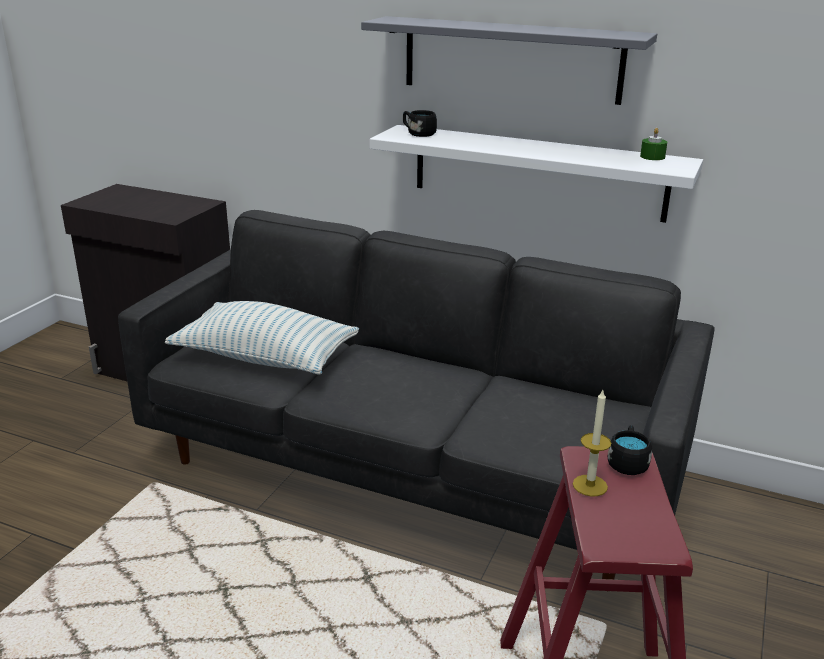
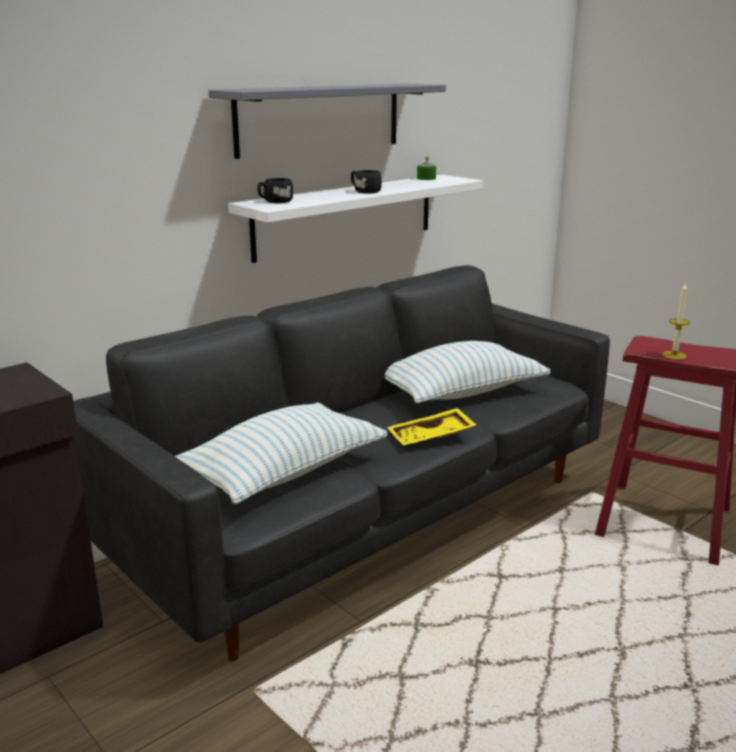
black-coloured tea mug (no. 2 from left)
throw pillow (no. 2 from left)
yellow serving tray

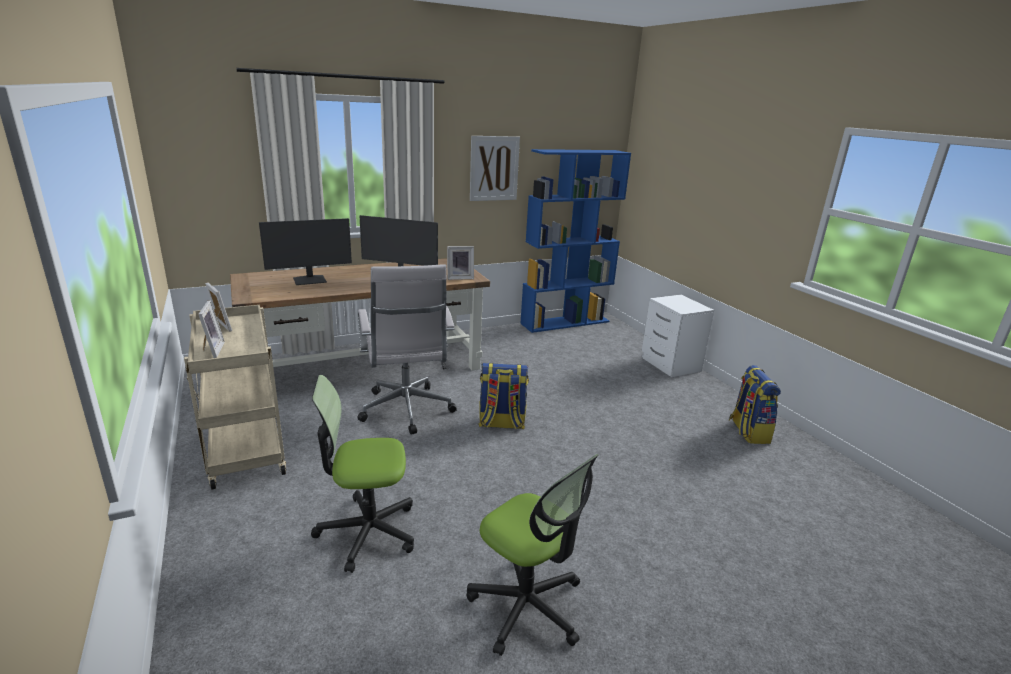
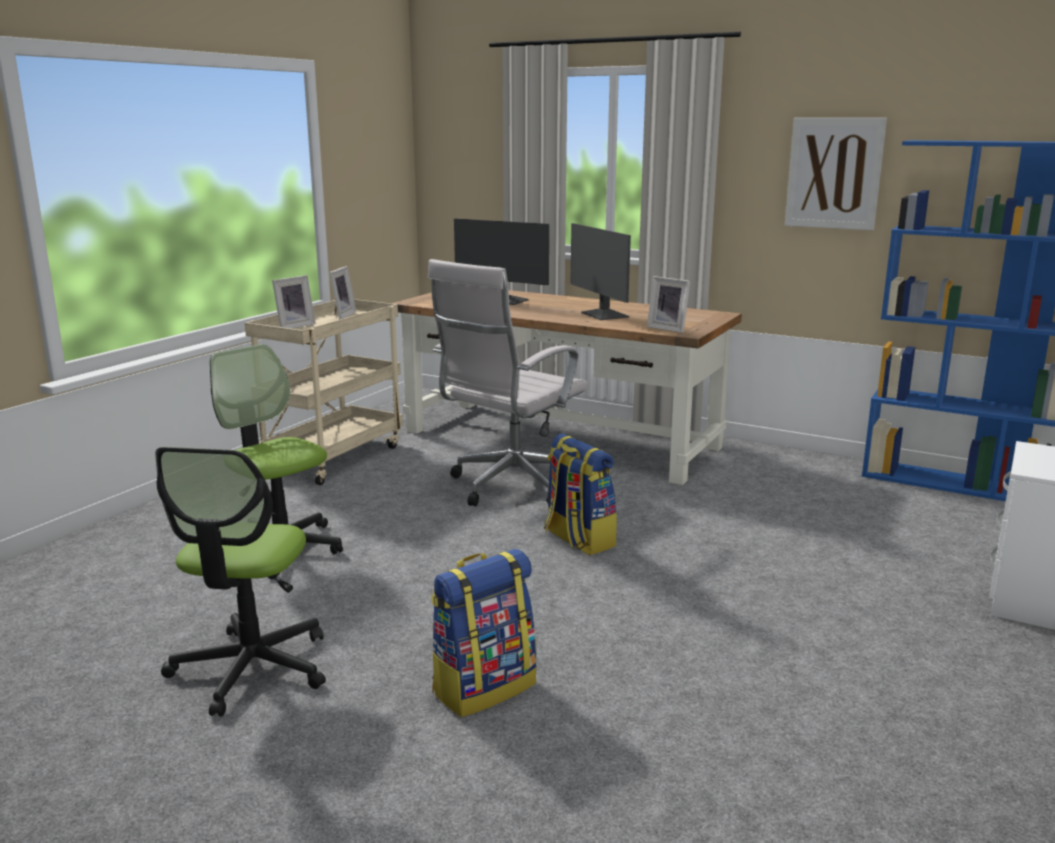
backpack (no. 1 from left)

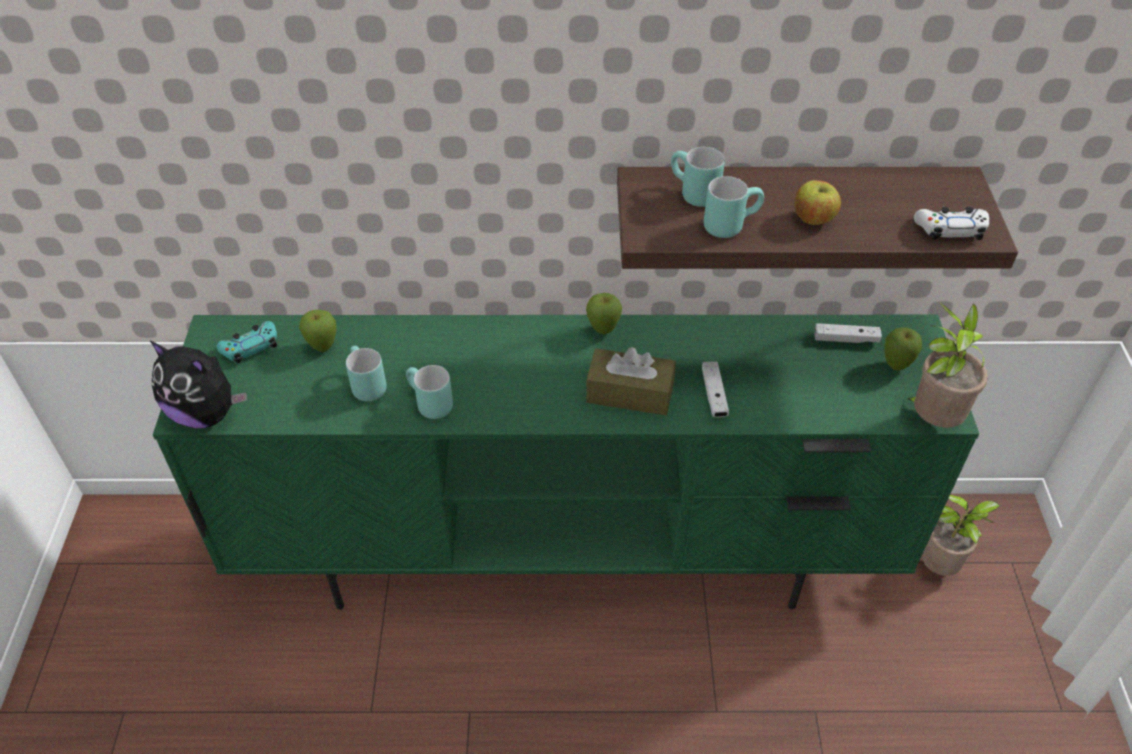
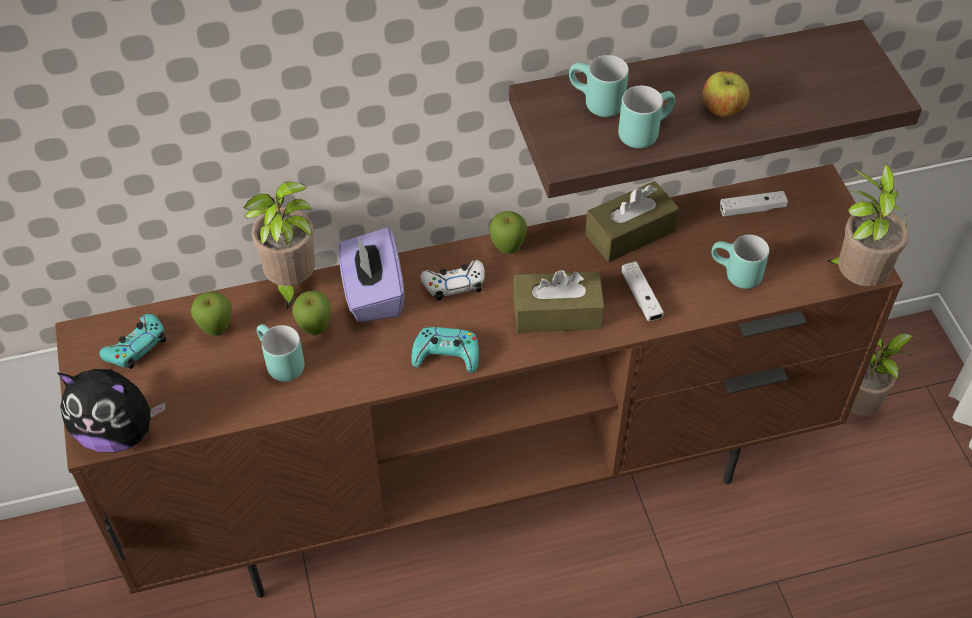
brown media console
turquoise tea mug (no. 4 from left)
apple fruit (no. 2 from left)
white joypad (no. 1 from left)
plant in a pot (no. 1 from left)
purplish box of tissues
turquoise joypad (no. 2 from left)
brown box of tissues (no. 2 from left)

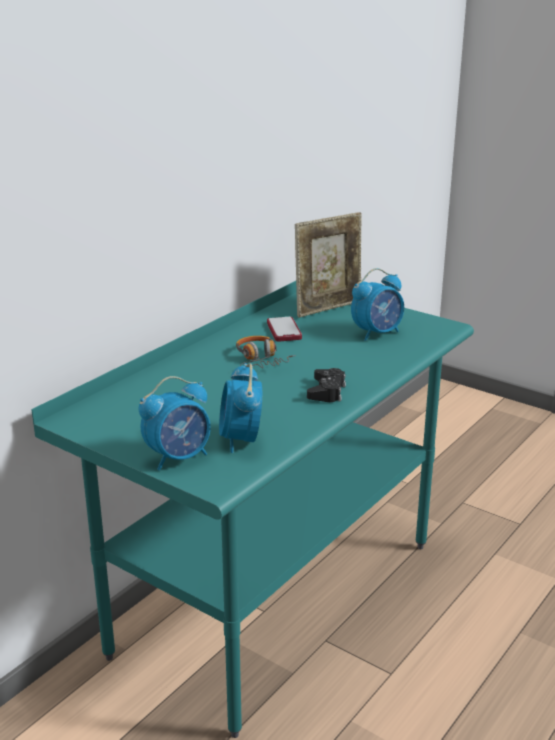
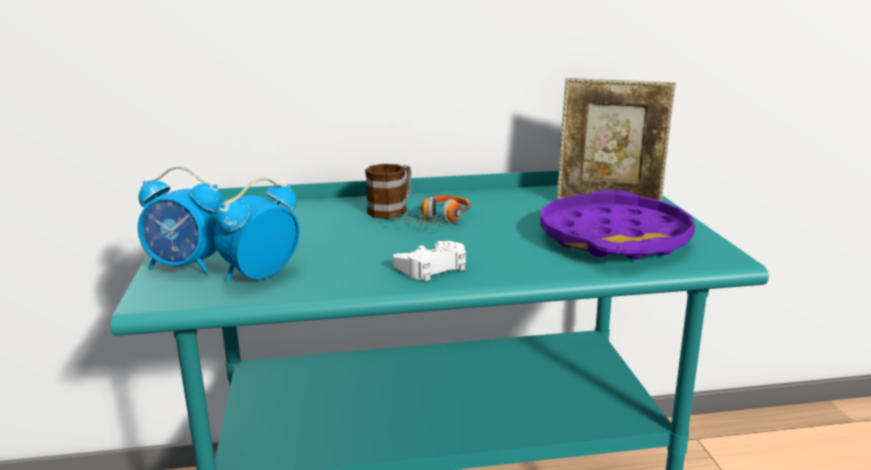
telephone
white joypad
purplish serving tray
tea mug

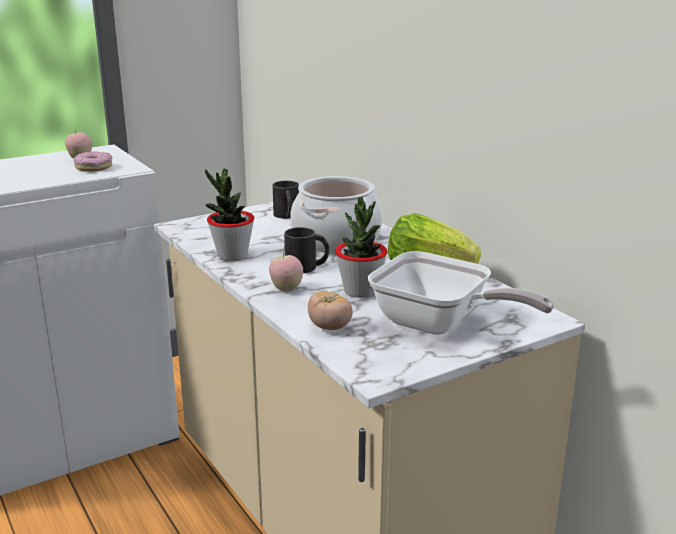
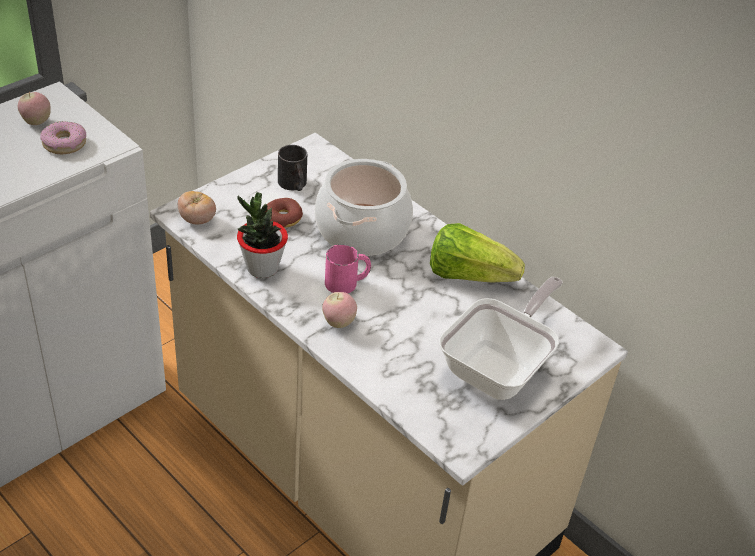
pinkish tea mug
whole tomato
plant in a pot (no. 2 from left in the first image)
frying pan
donut (no. 2 from left)

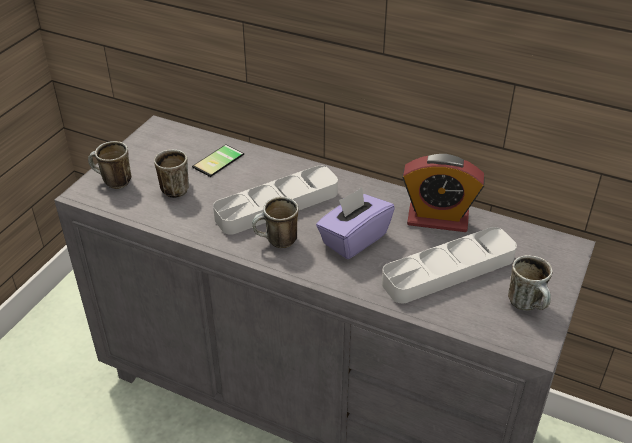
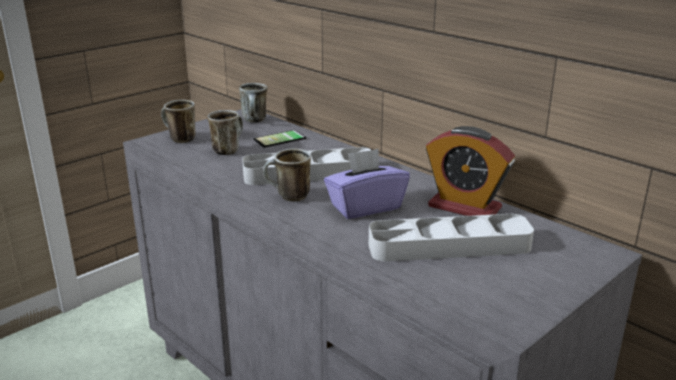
tea mug (no. 3 from left)

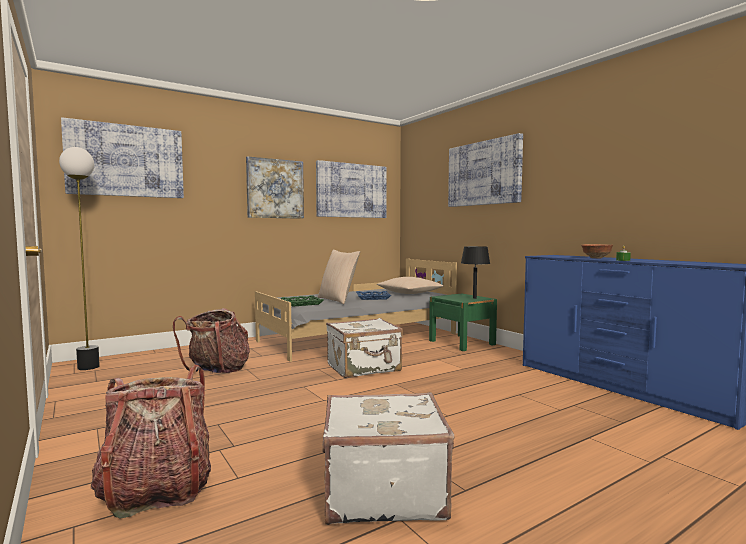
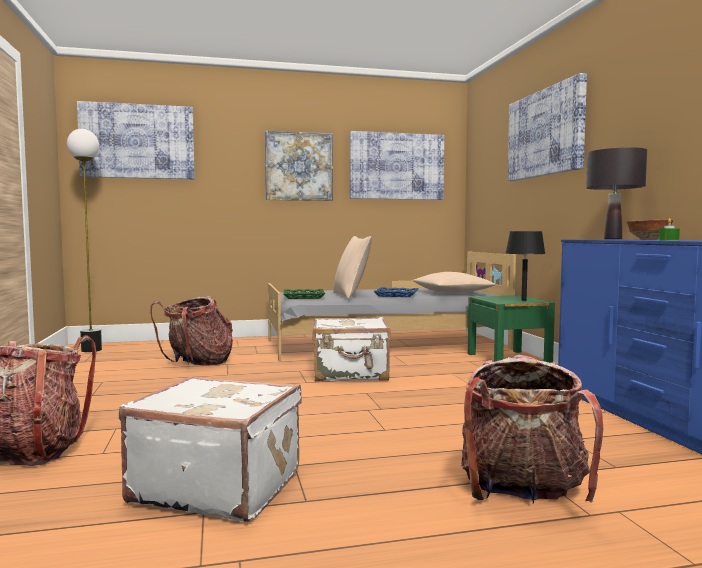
backpack (no. 3 from left)
black-coloured lamp for a table (no. 2 from left)

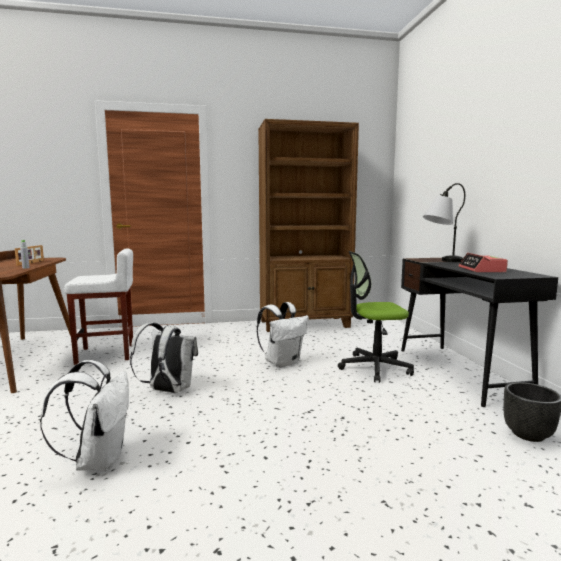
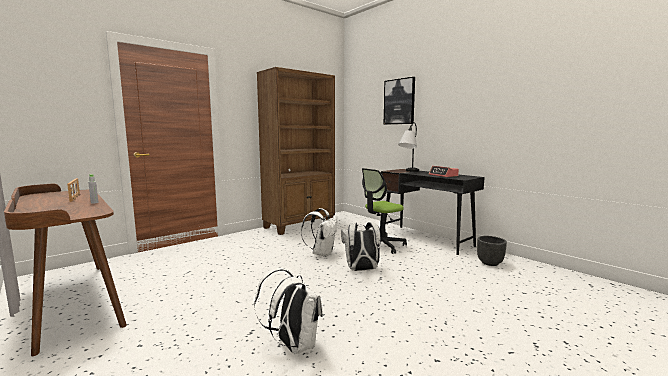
white stool
white backpack (no. 3 from left)
wall art

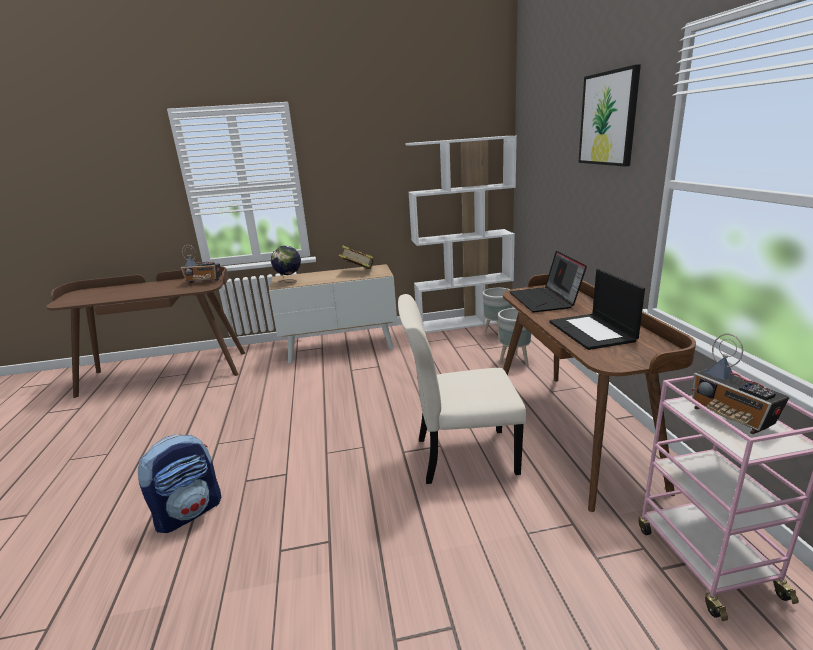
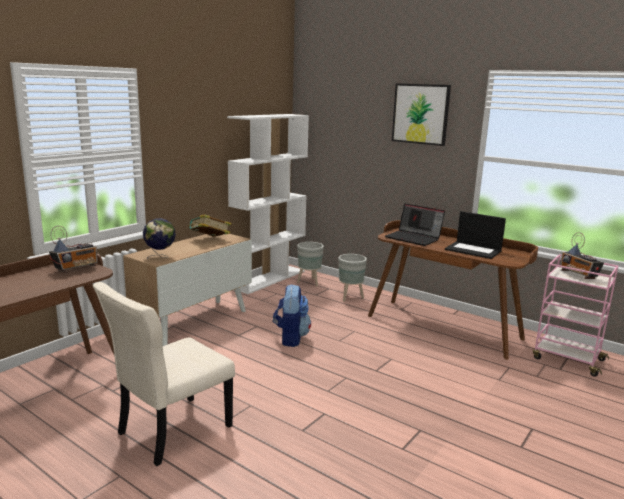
backpack
beige-coloured upright chair
radio set (no. 2 from left)

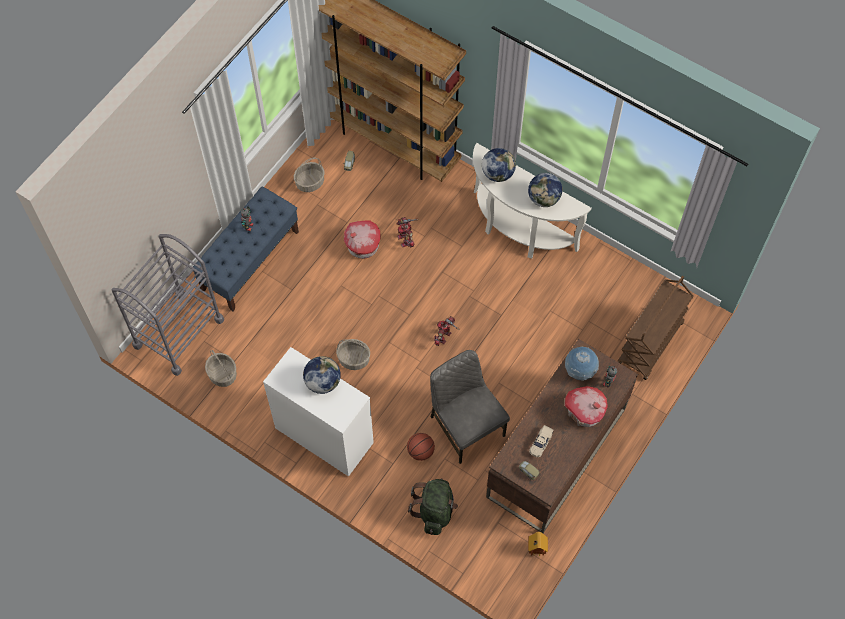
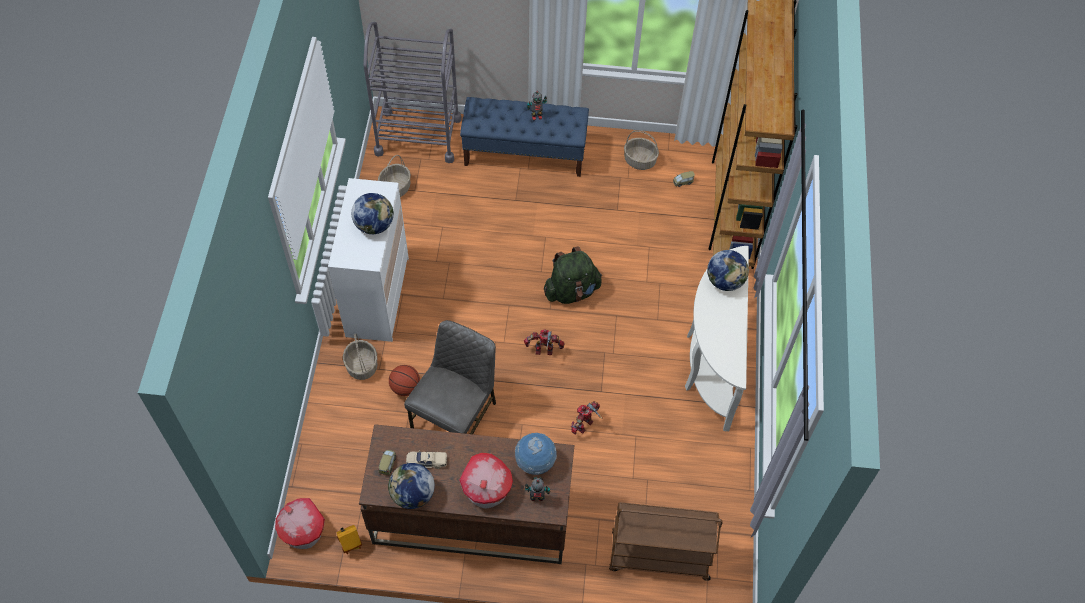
household basket (no. 1 from left)
miniature house (no. 1 from left)
toy robot (no. 4 from left)
greenish backpack
desk globe (no. 2 from left)

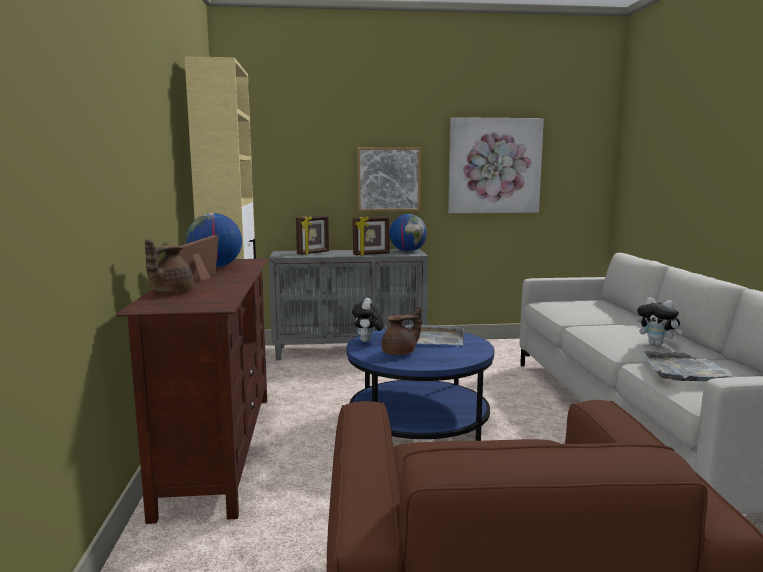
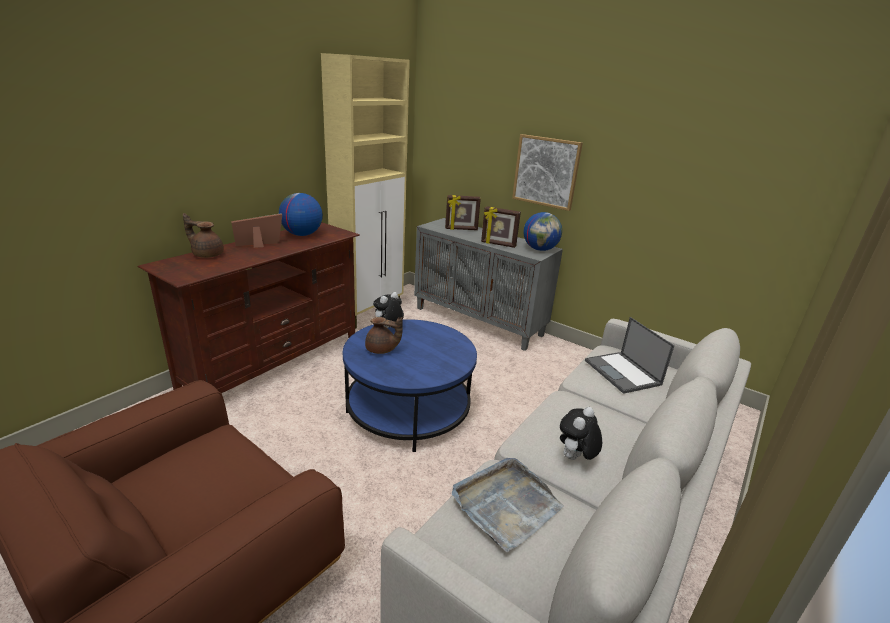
brown pot for tea (no. 1 from left)
gray serving tray (no. 1 from left in the first image)
wall art (no. 2 from left in the first image)
cuddly toy (no. 2 from left)
portable computer

